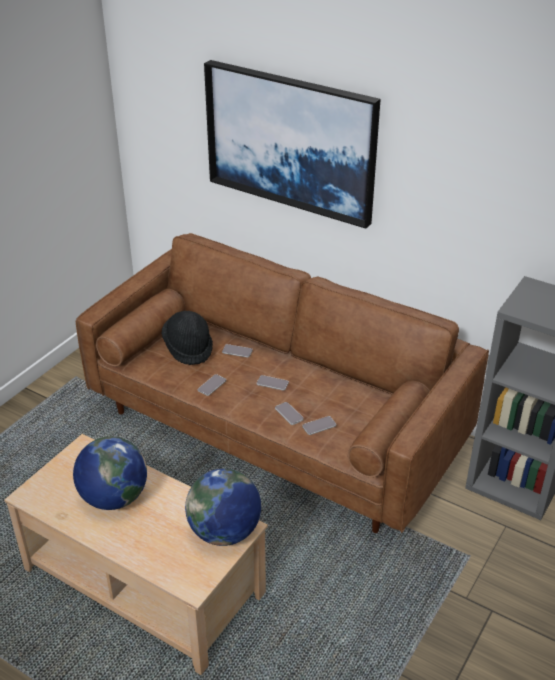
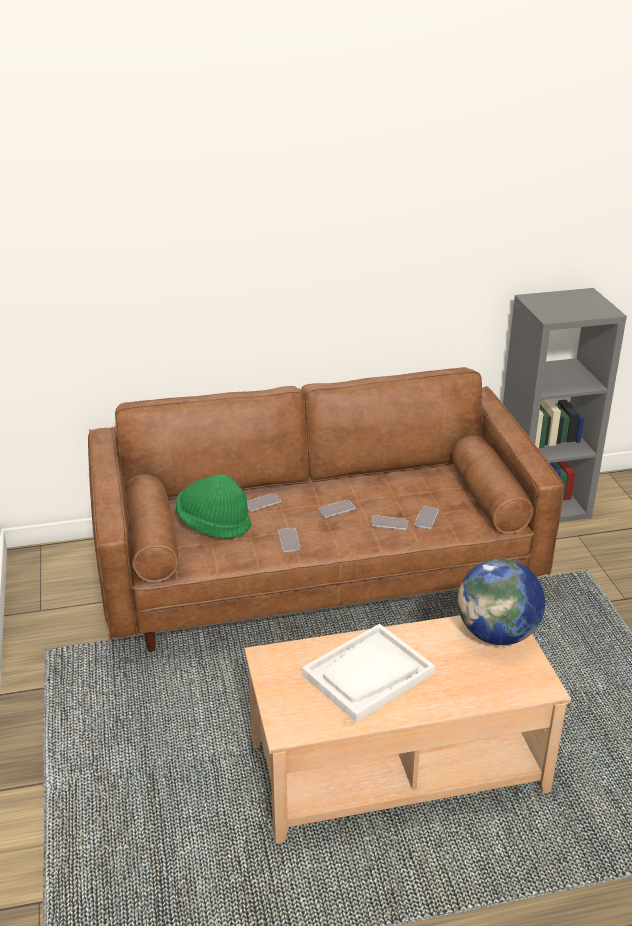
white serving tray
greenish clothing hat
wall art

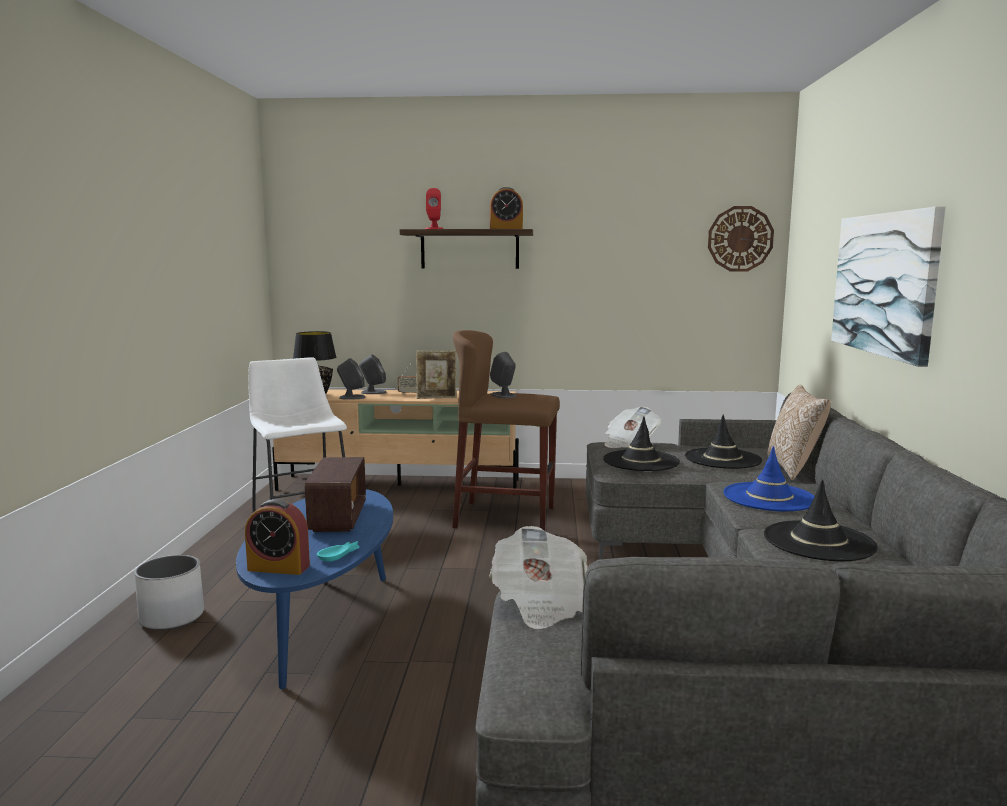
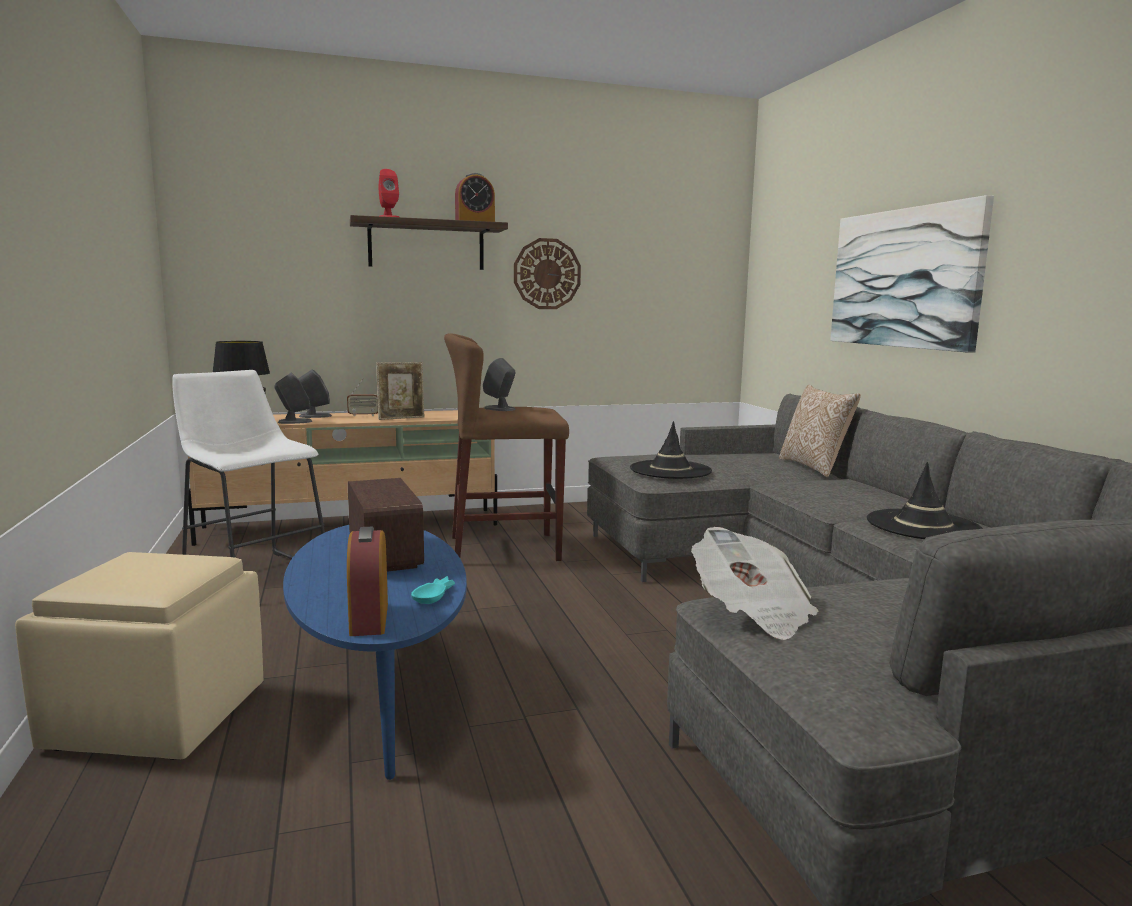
beige-coloured pouffe
table clock (no. 1 from left)
daily paper (no. 2 from left in the first image)
black-coloured clothing hat (no. 2 from left in the first image)
clock on the wall
bluish clothing hat

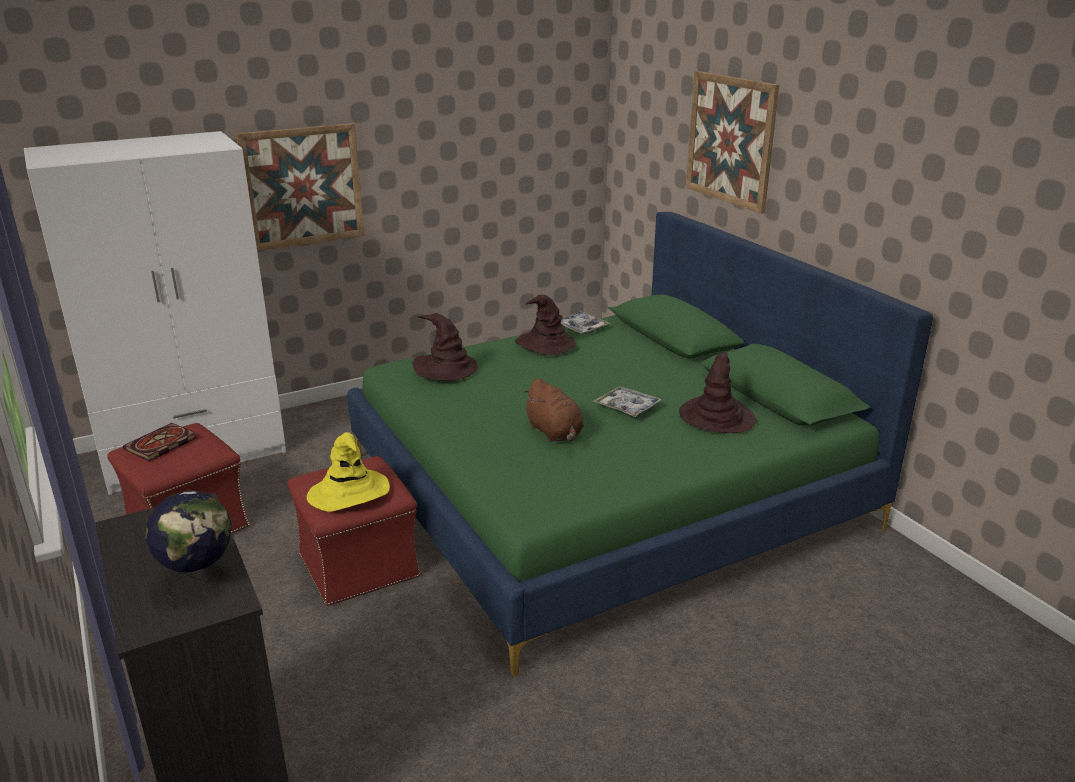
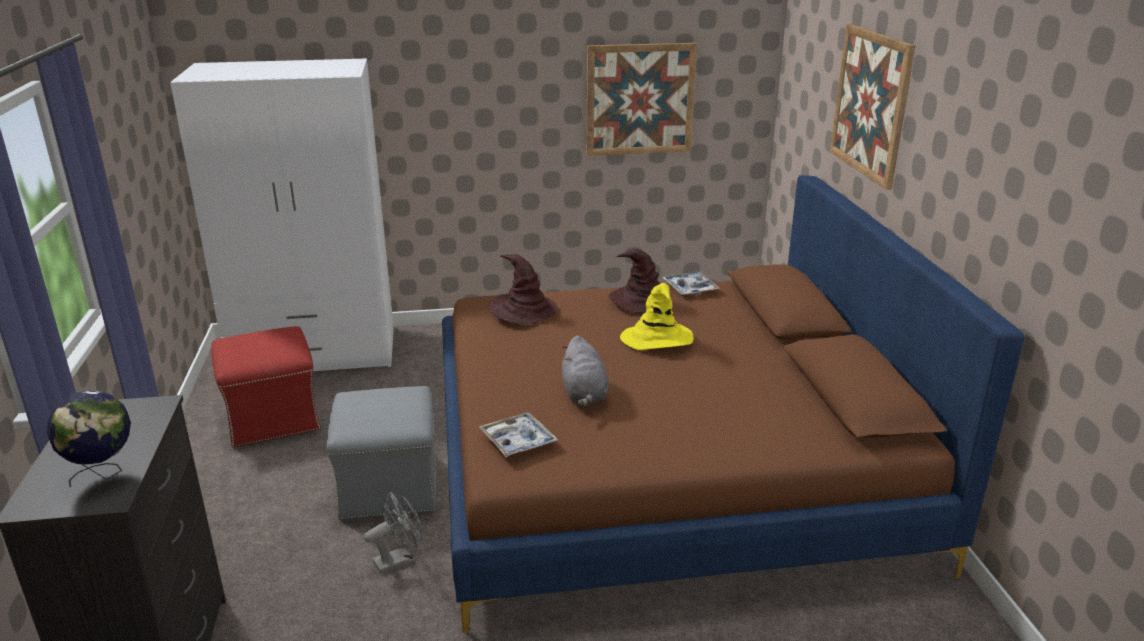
book
wall art (no. 1 from left)
gray pouffe
yellow clothing hat
brown bed
gray cuddly toy
serving tray (no. 1 from left)
brown clothing hat (no. 3 from left in the first image)
gray fan

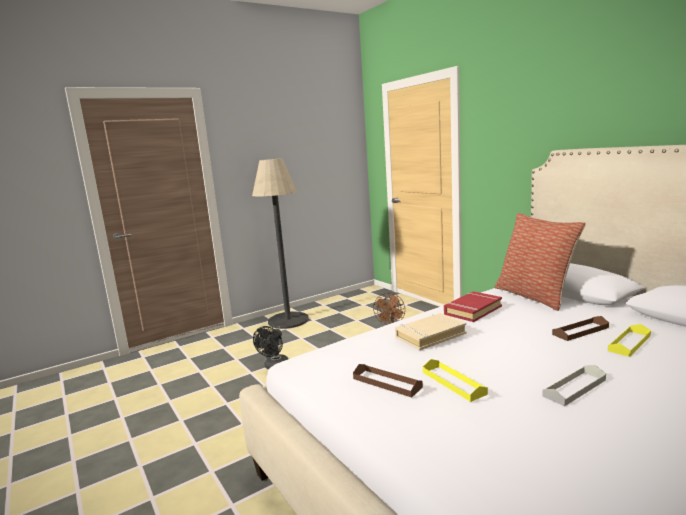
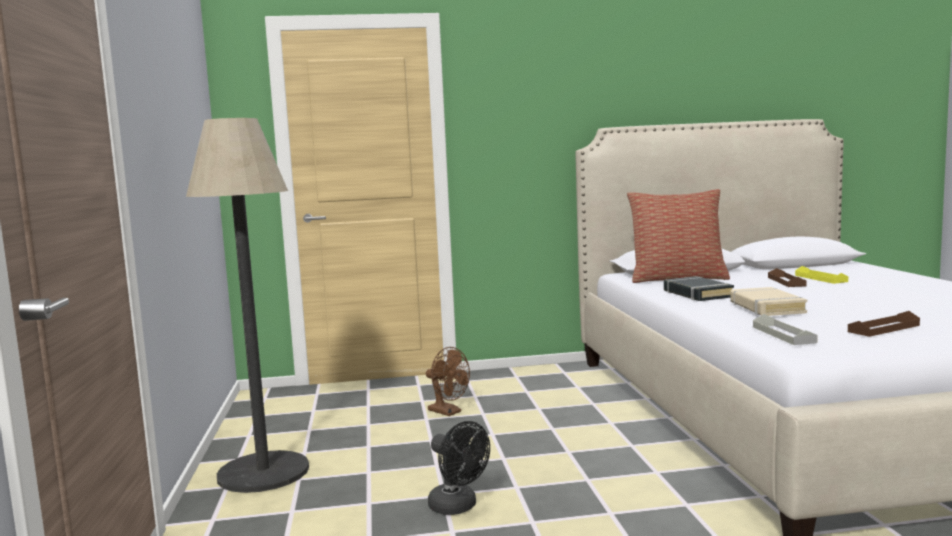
yellow serving tray (no. 1 from left in the first image)
black-coloured book
gray serving tray

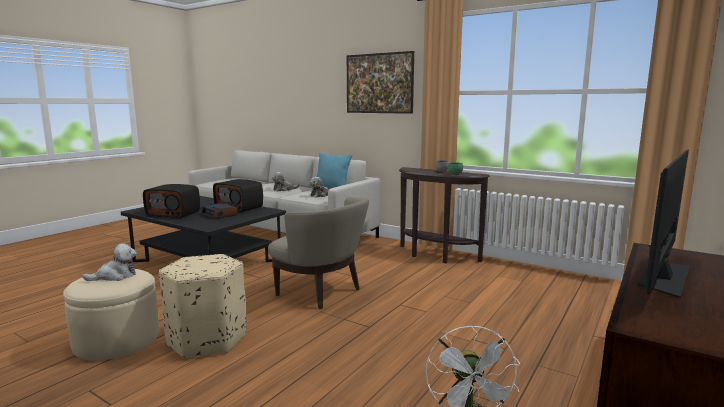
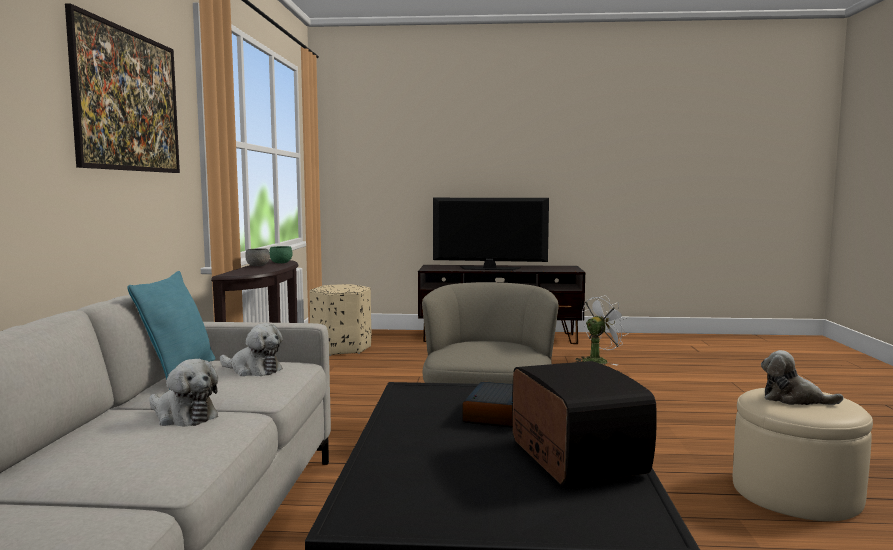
beige-coloured pouffe (no. 1 from left)
radio set (no. 2 from left in the first image)

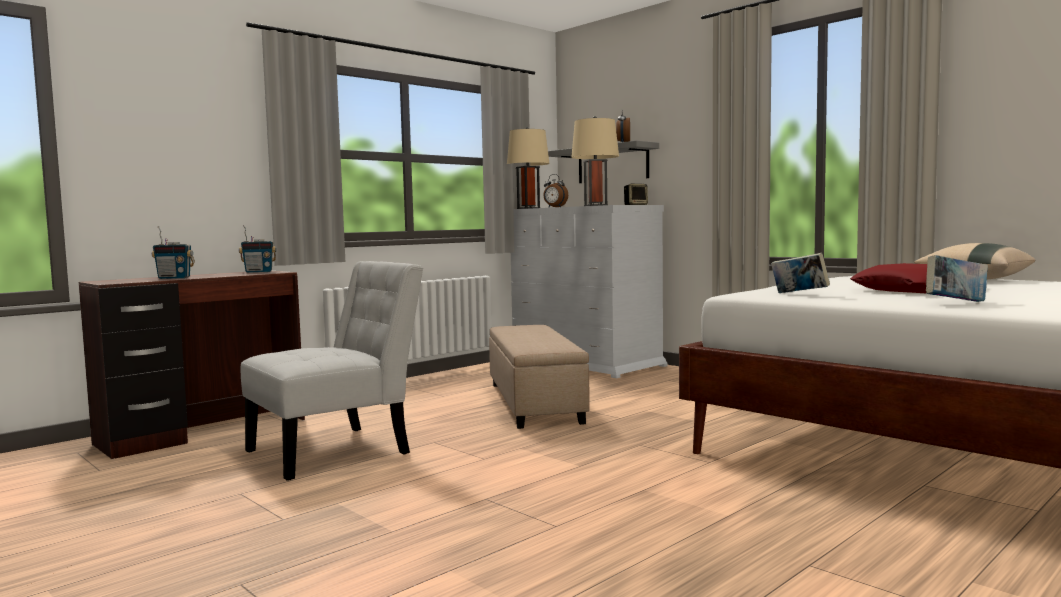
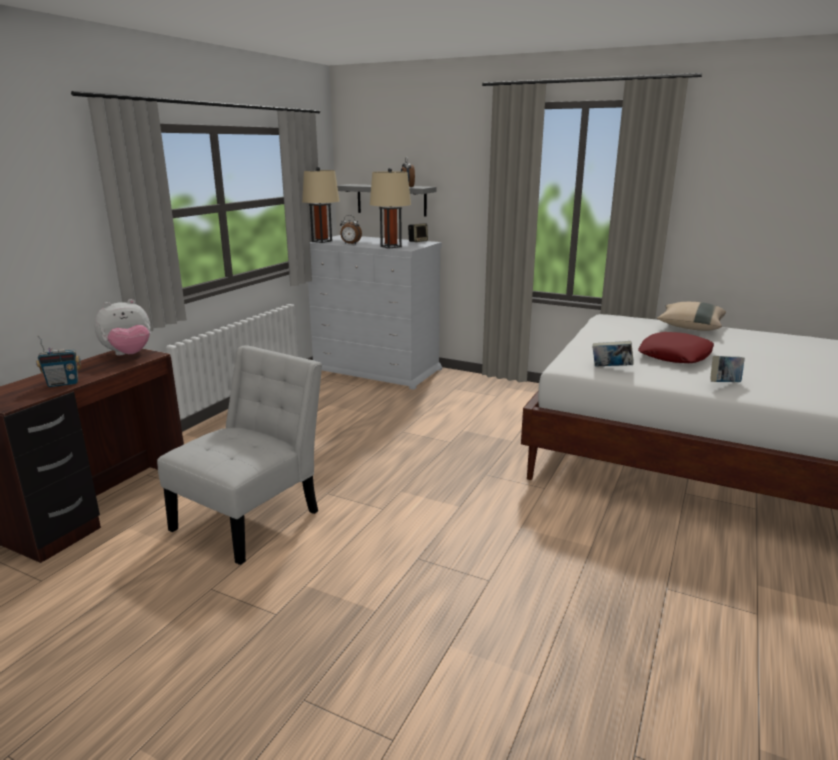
cuddly toy
beige-coloured pouffe

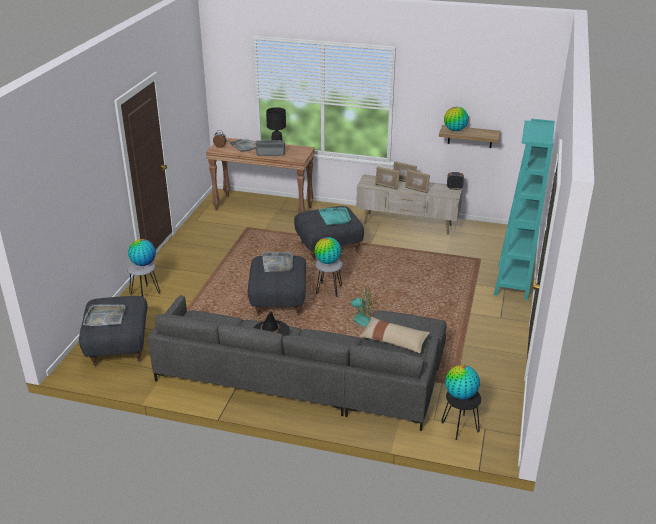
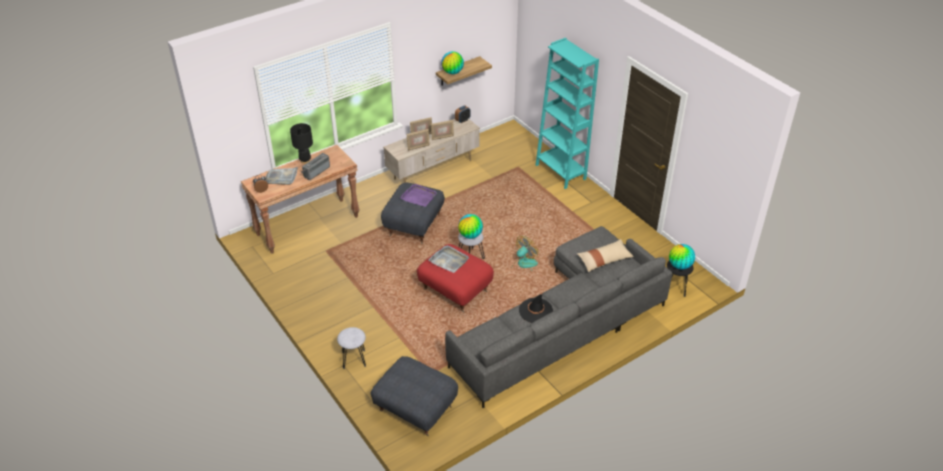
gray serving tray (no. 1 from left in the first image)
desk globe (no. 1 from left in the first image)
reddish pouffe
purplish serving tray

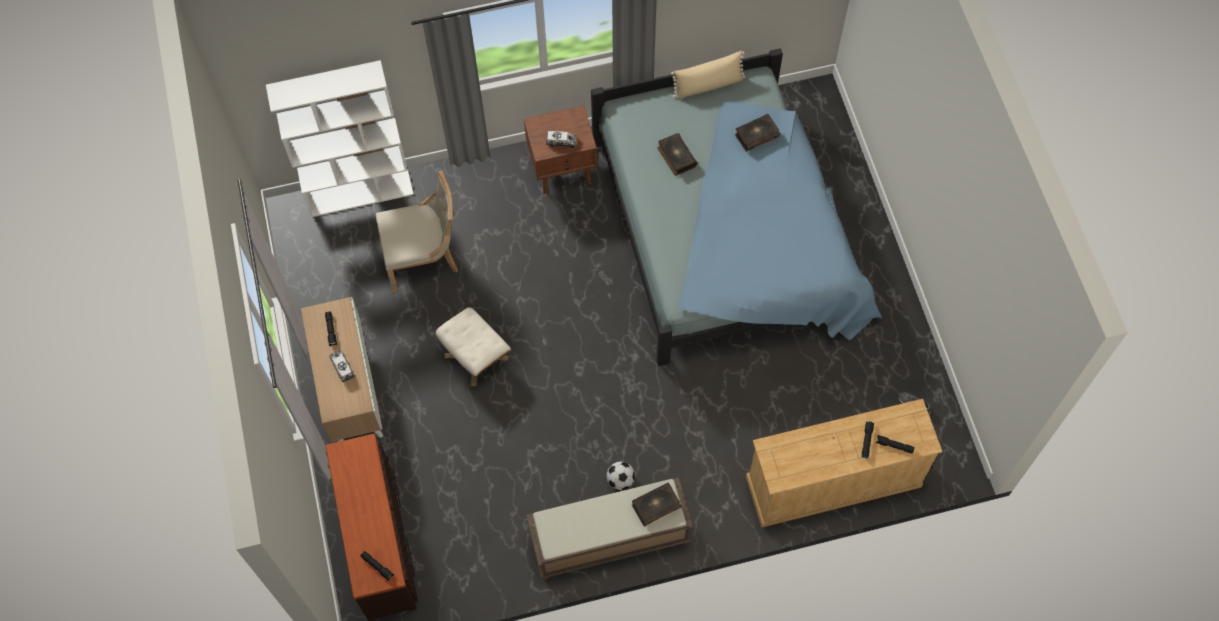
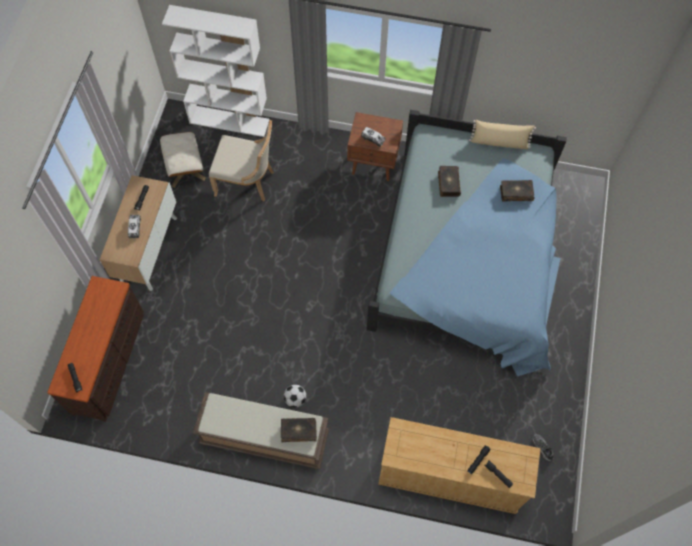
beige-coloured pouffe

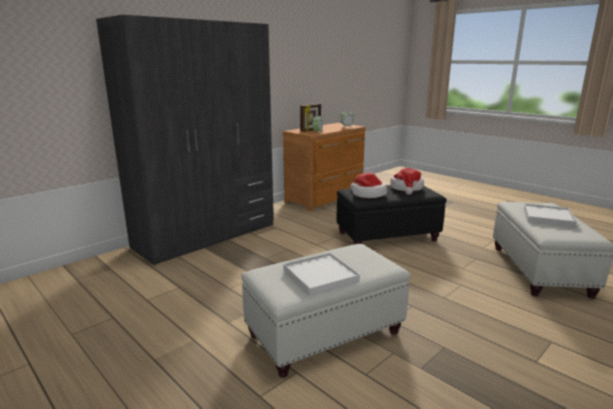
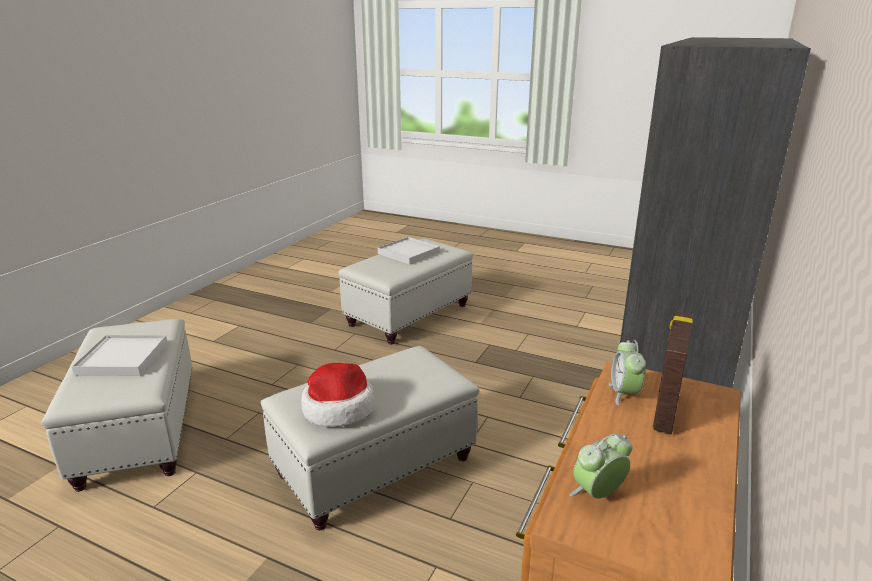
white pouffe (no. 2 from left)
clothing hat (no. 1 from left in the first image)

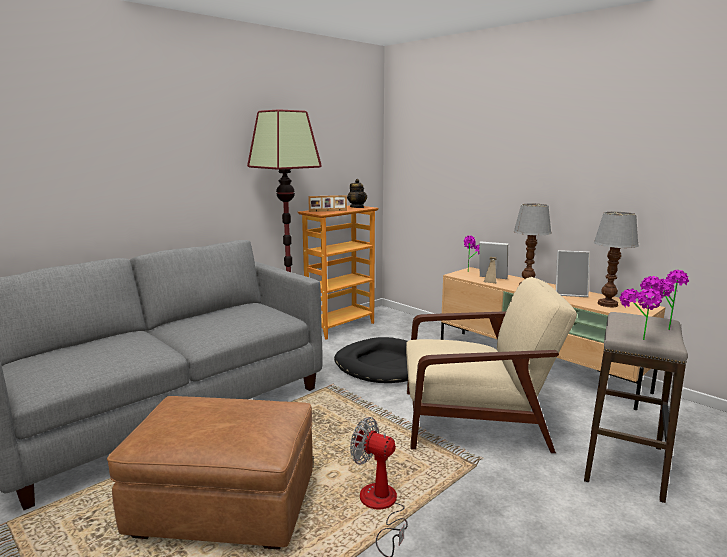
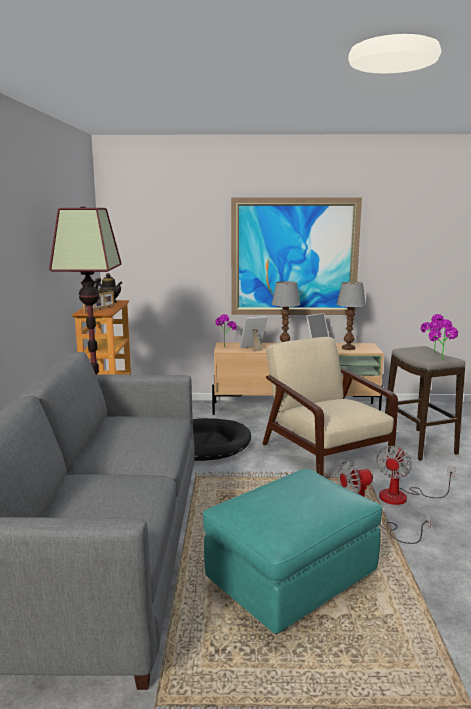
turquoise pouffe
beige-coloured armchair
wall art
fan (no. 2 from left)

